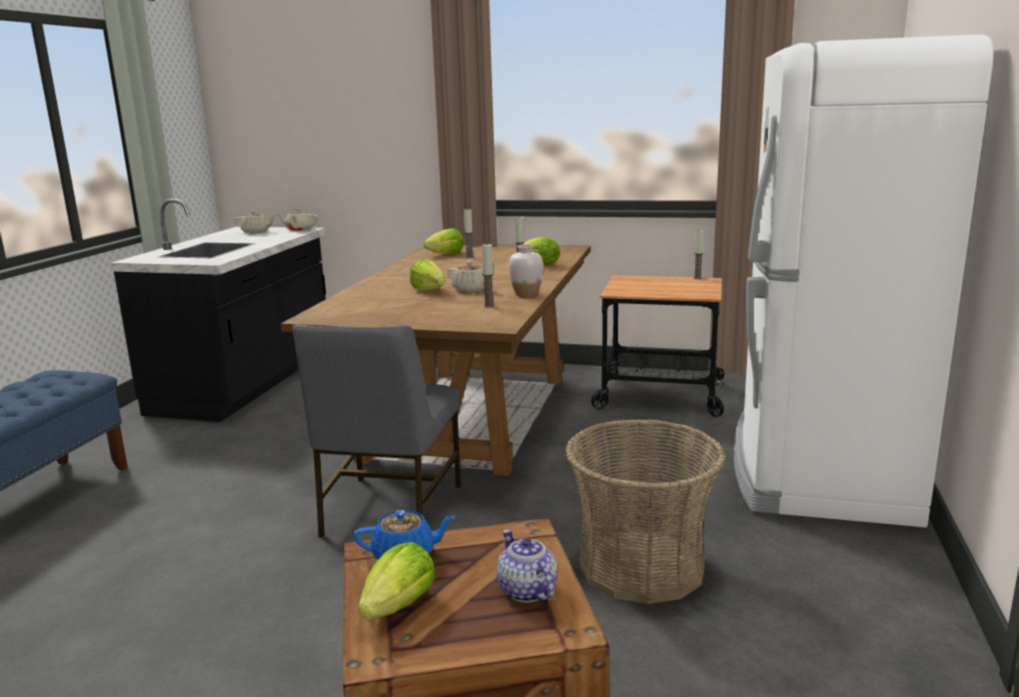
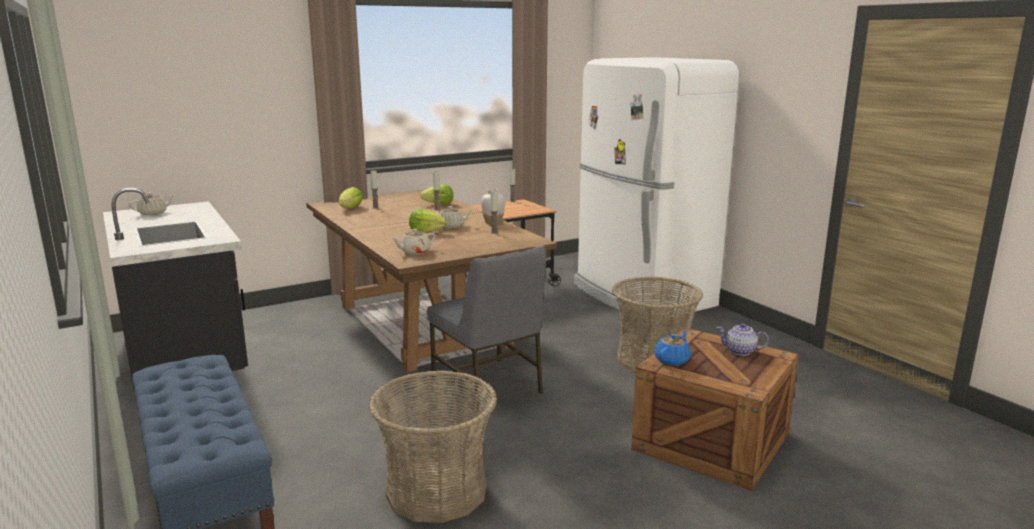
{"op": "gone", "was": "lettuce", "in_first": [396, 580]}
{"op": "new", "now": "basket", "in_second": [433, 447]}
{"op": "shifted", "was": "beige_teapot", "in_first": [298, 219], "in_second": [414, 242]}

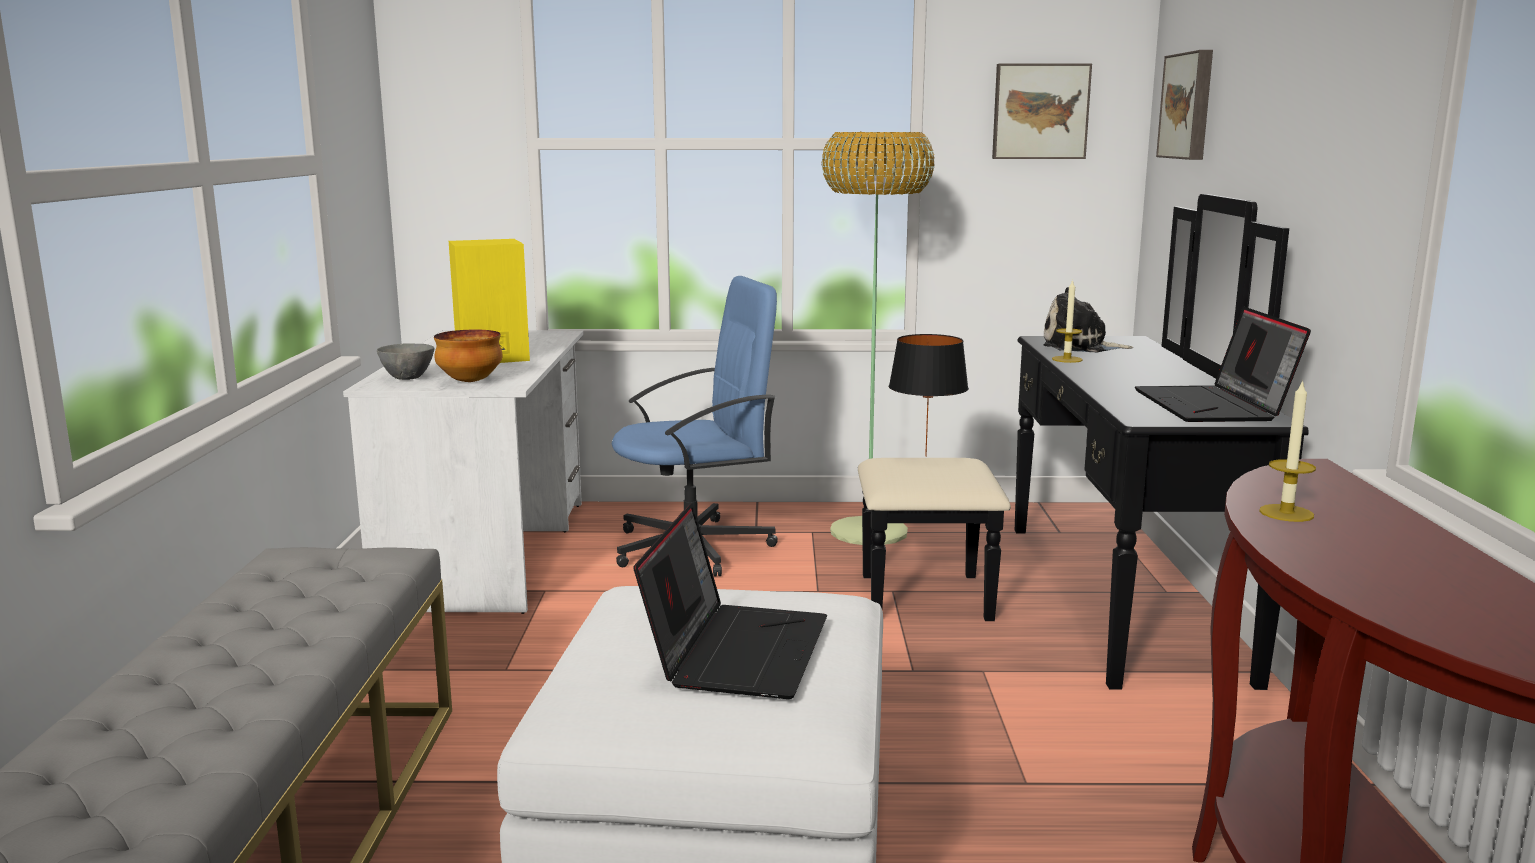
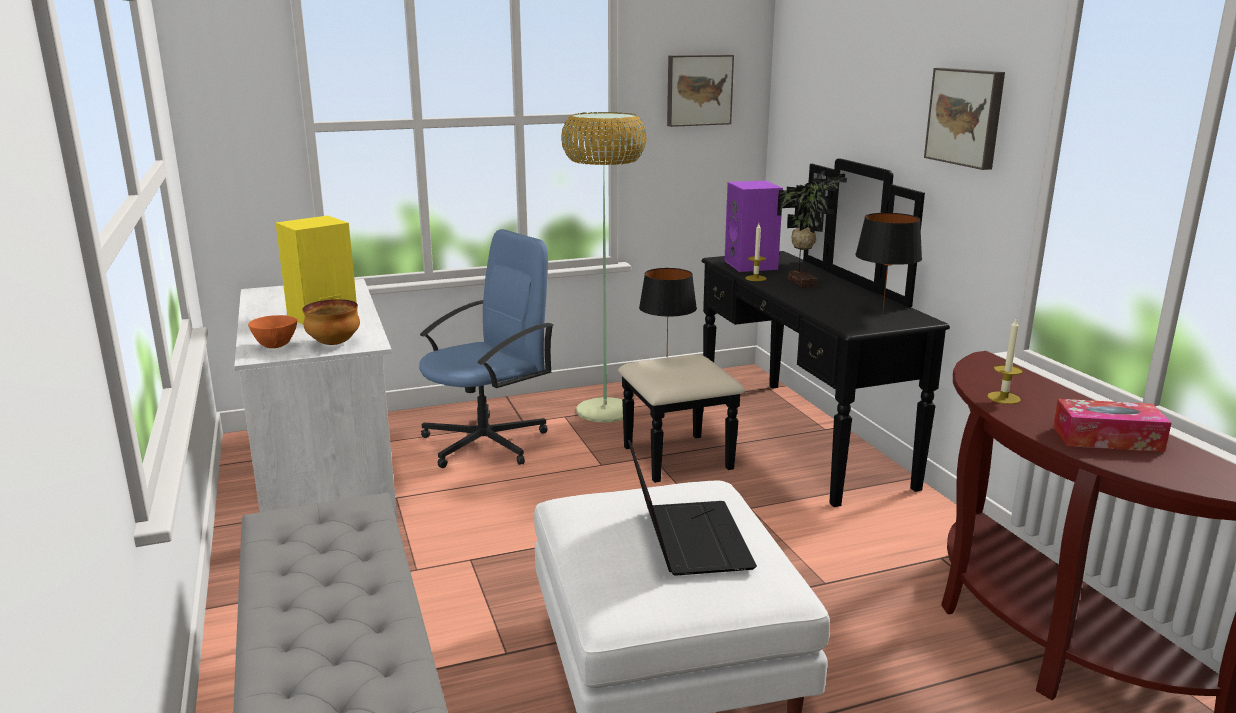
{"op": "new", "now": "potted_plant", "in_second": [812, 229]}
{"op": "new", "now": "tissue_box", "in_second": [1112, 425]}
{"op": "shifted", "was": "picture", "in_first": [1184, 105], "in_second": [964, 119]}
{"op": "swapped", "was": "plush_toy", "now": "purple_speaker", "in_first": [1088, 320], "in_second": [753, 226]}
{"op": "swapped", "was": "laptop", "now": "black_table_lamp", "in_first": [1223, 364], "in_second": [888, 263]}
{"op": "repainted", "was": "grey_bowl", "now": "orange_bowl", "in_first": [406, 361], "in_second": [272, 331]}

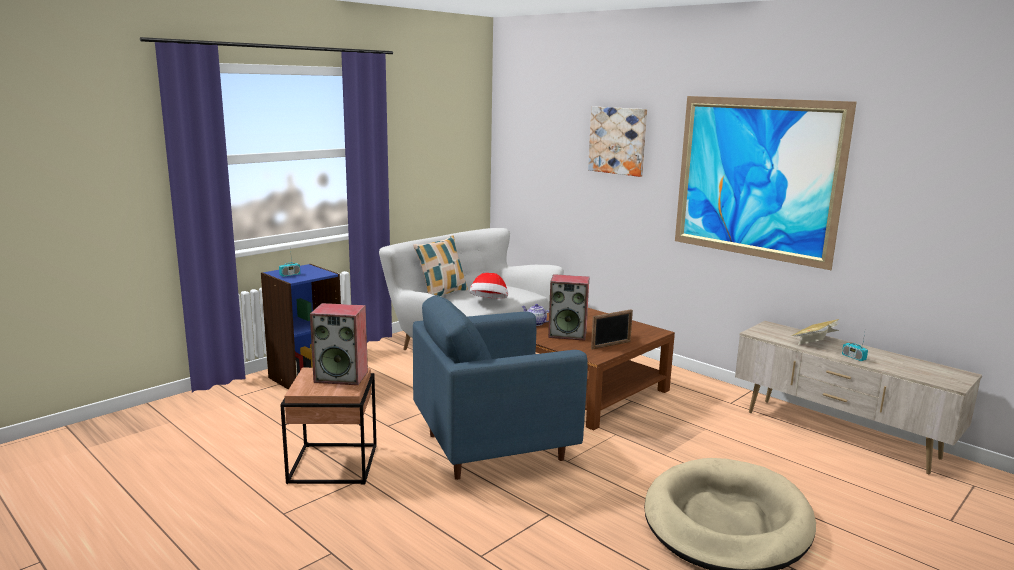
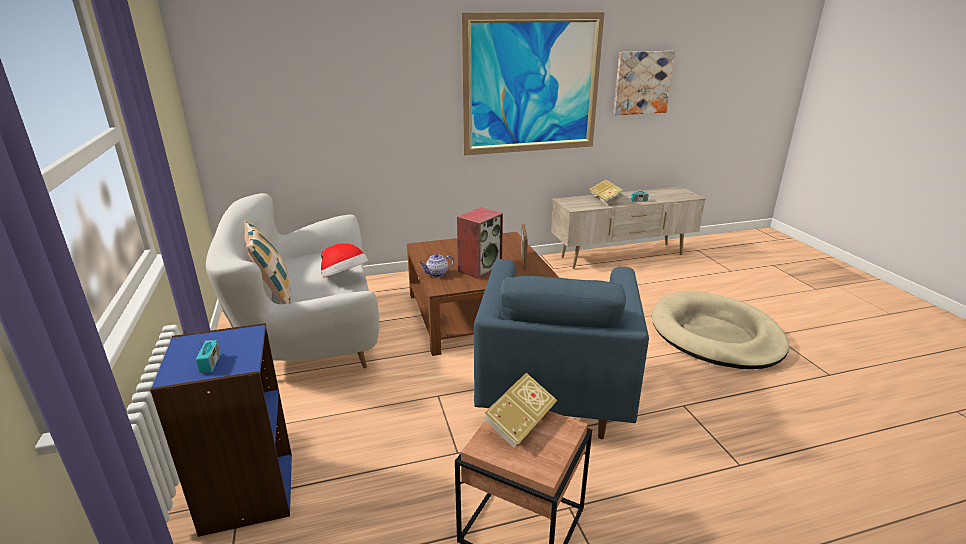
{"op": "shifted", "was": "picture", "in_first": [617, 142], "in_second": [644, 83]}
{"op": "swapped", "was": "speaker", "now": "book", "in_first": [339, 344], "in_second": [520, 410]}

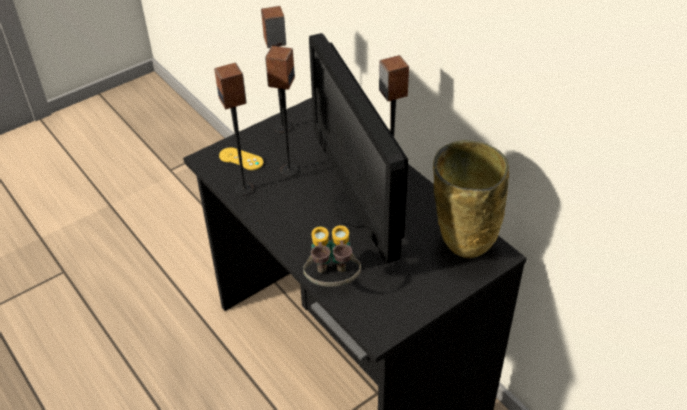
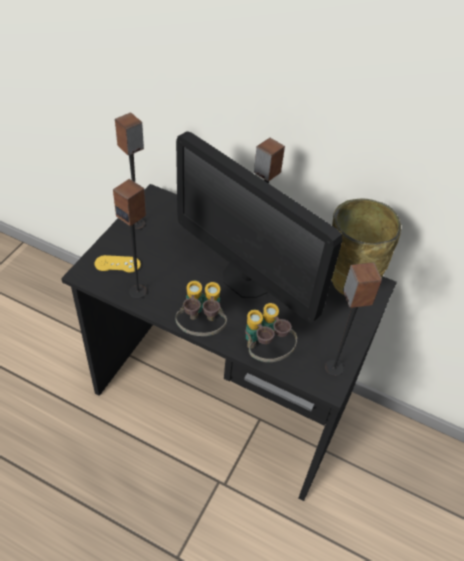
{"op": "new", "now": "binoculars", "in_second": [201, 308]}
{"op": "shifted", "was": "speaker", "in_first": [281, 111], "in_second": [353, 319]}

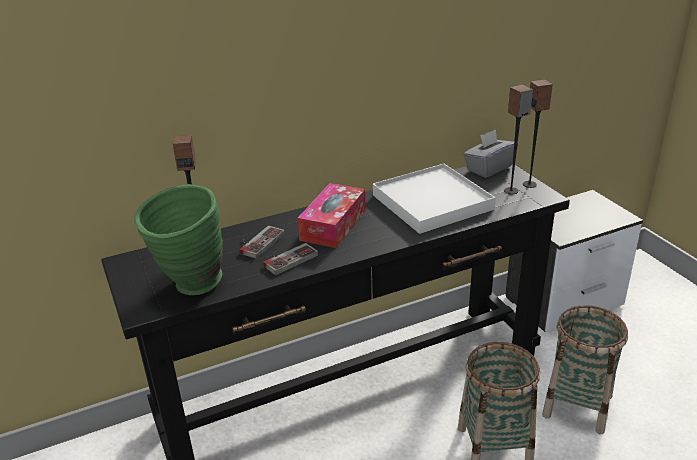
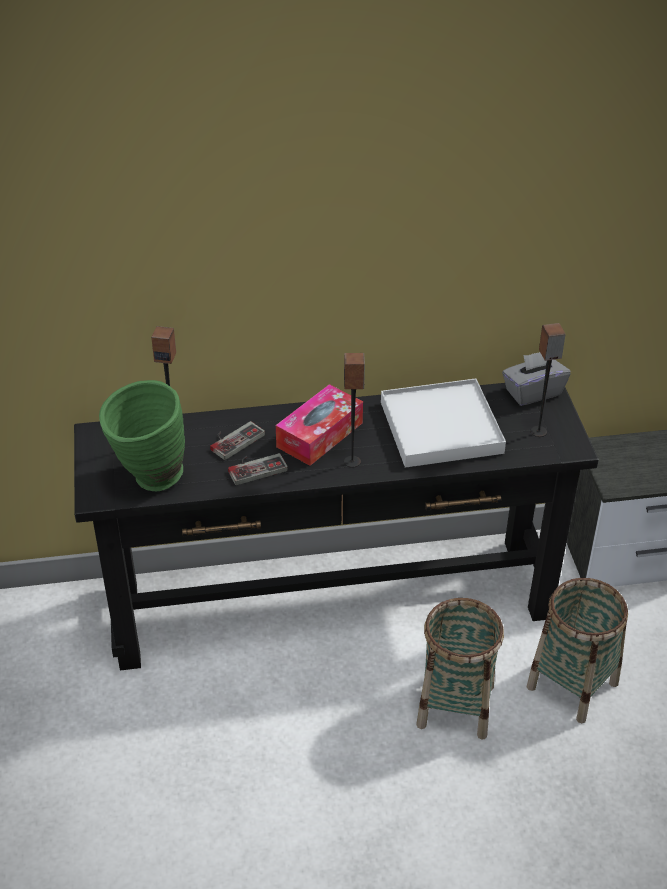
{"op": "shifted", "was": "speaker", "in_first": [538, 134], "in_second": [354, 410]}

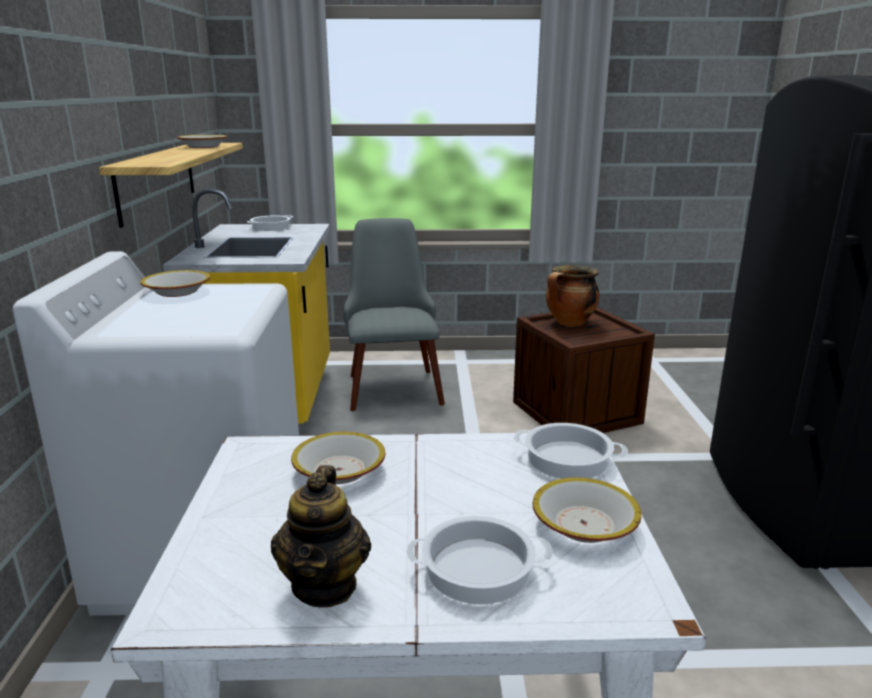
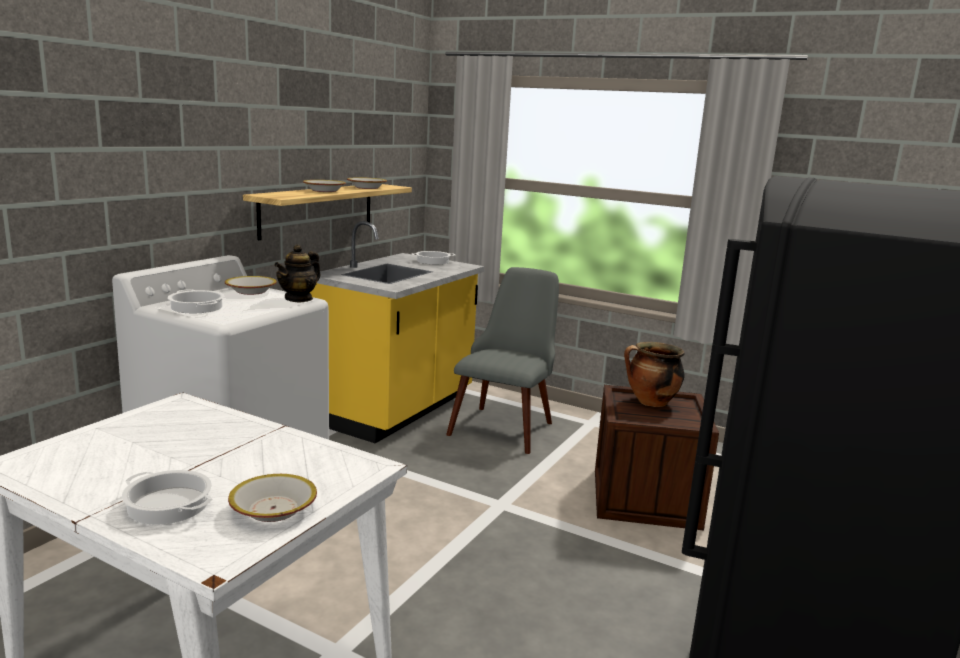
{"op": "shifted", "was": "teapot", "in_first": [321, 536], "in_second": [297, 273]}
{"op": "shifted", "was": "bowl", "in_first": [338, 458], "in_second": [324, 186]}
{"op": "shifted", "was": "cooking_pot", "in_first": [571, 451], "in_second": [196, 301]}

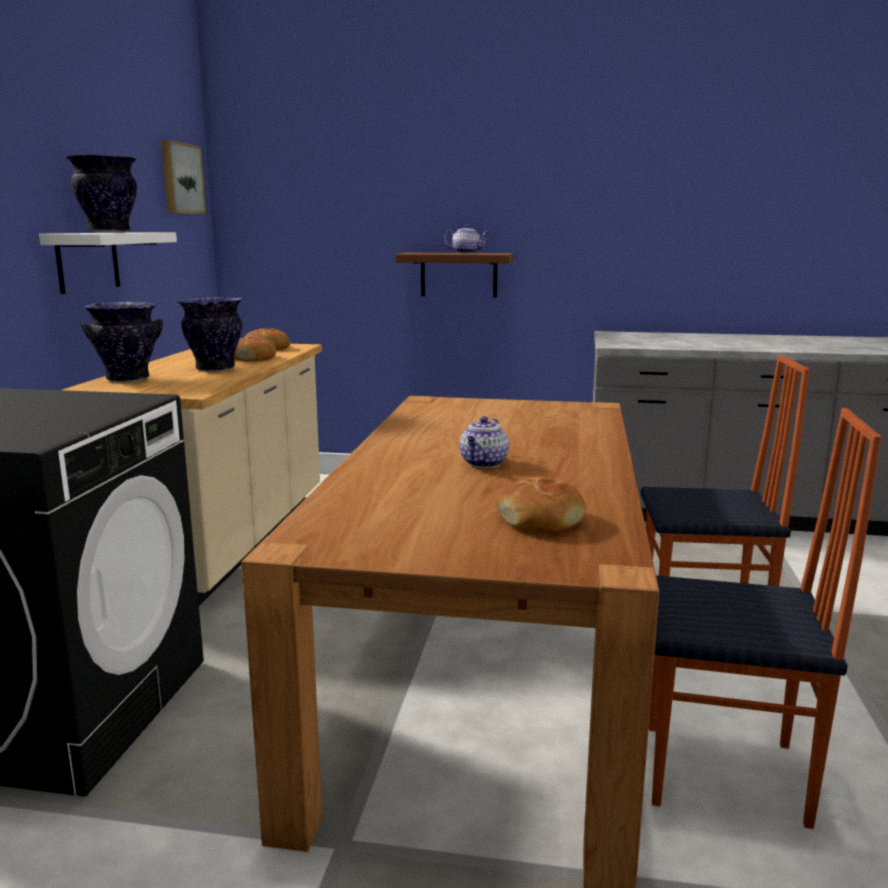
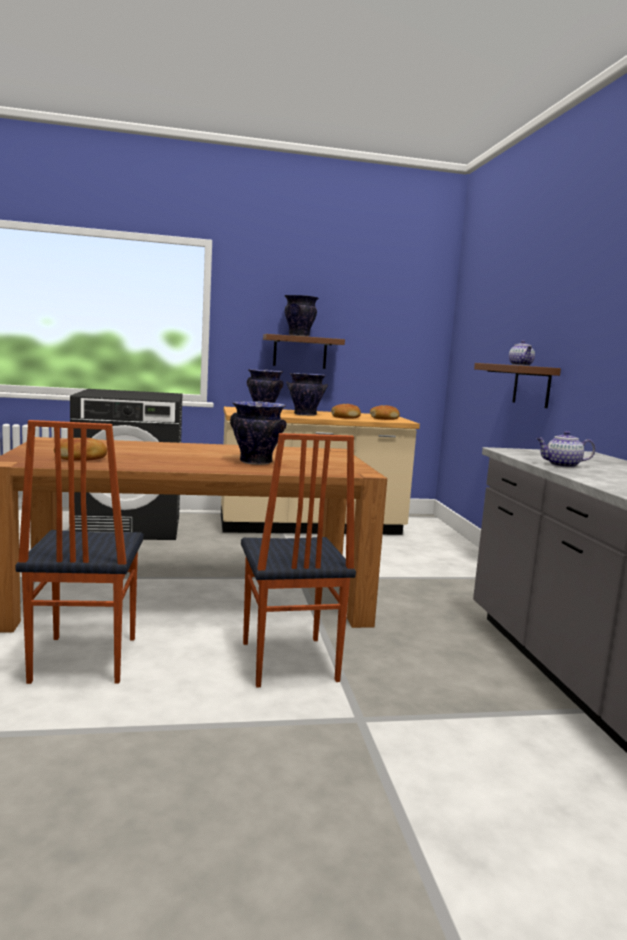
{"op": "gone", "was": "picture", "in_first": [183, 177]}
{"op": "new", "now": "vase", "in_second": [258, 433]}
{"op": "shifted", "was": "teapot", "in_first": [484, 442], "in_second": [566, 449]}
{"op": "repainted", "was": "white_shelf", "now": "brown_shelf", "in_first": [108, 263], "in_second": [304, 351]}

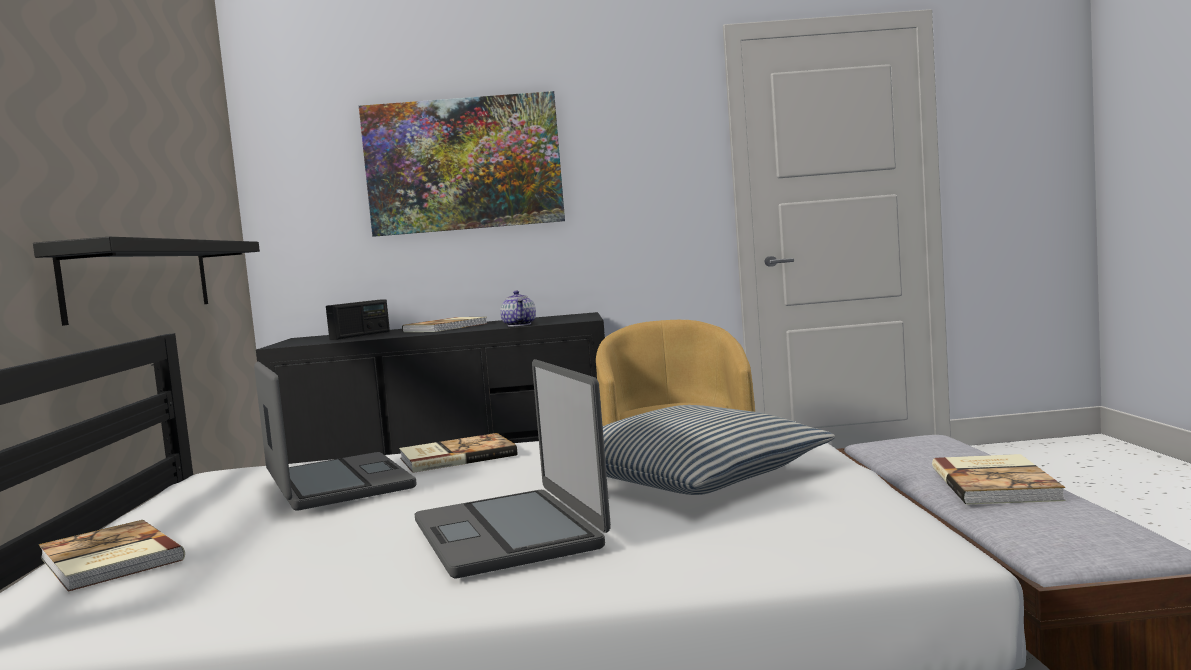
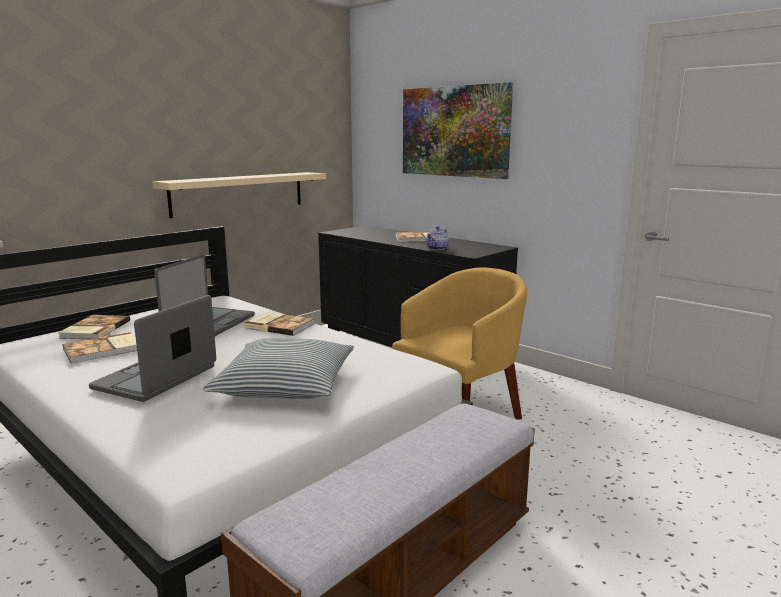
{"op": "gone", "was": "radio", "in_first": [358, 319]}
{"op": "shifted", "was": "book", "in_first": [999, 479], "in_second": [100, 348]}
{"op": "repainted", "was": "black_shelf", "now": "beige_shelf", "in_first": [146, 281], "in_second": [239, 195]}

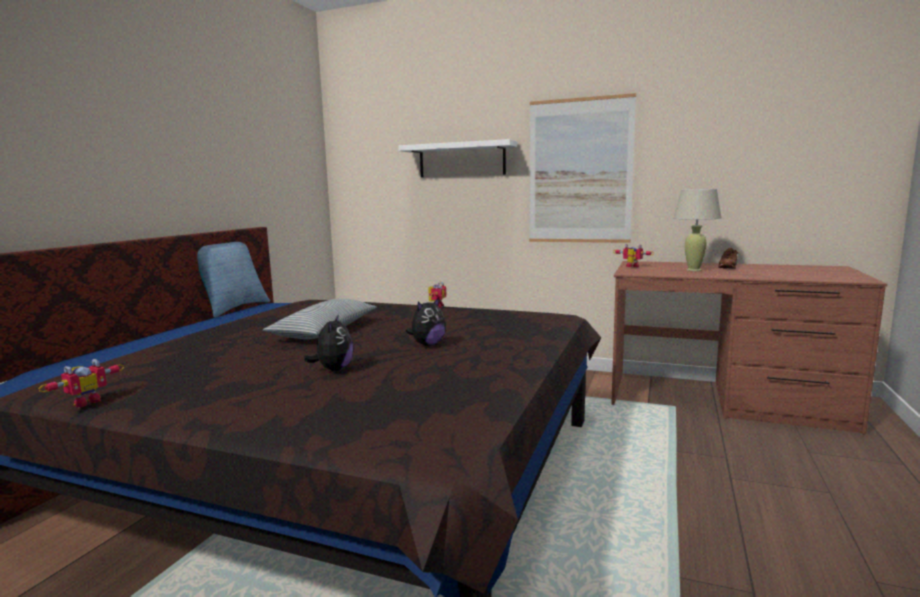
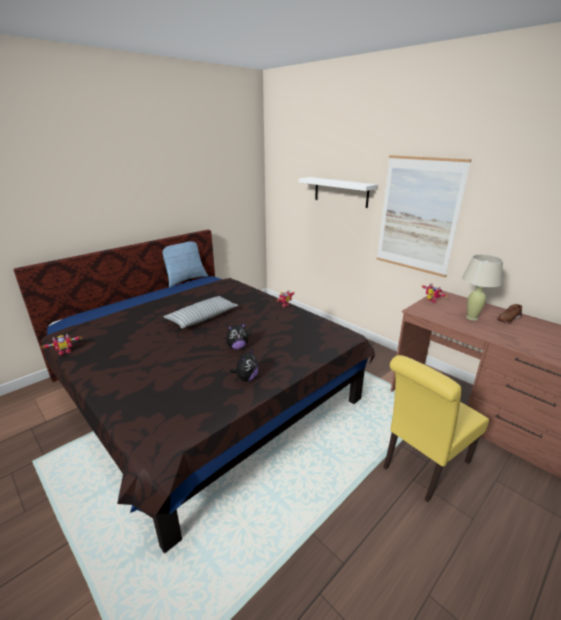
{"op": "new", "now": "yellow_chair", "in_second": [436, 428]}
{"op": "shifted", "was": "plush_toy", "in_first": [328, 342], "in_second": [244, 365]}

